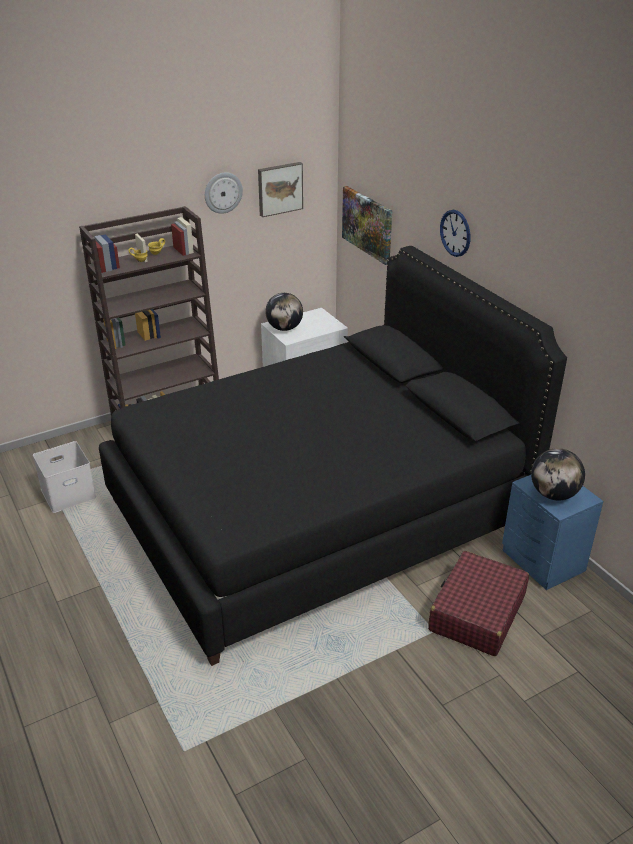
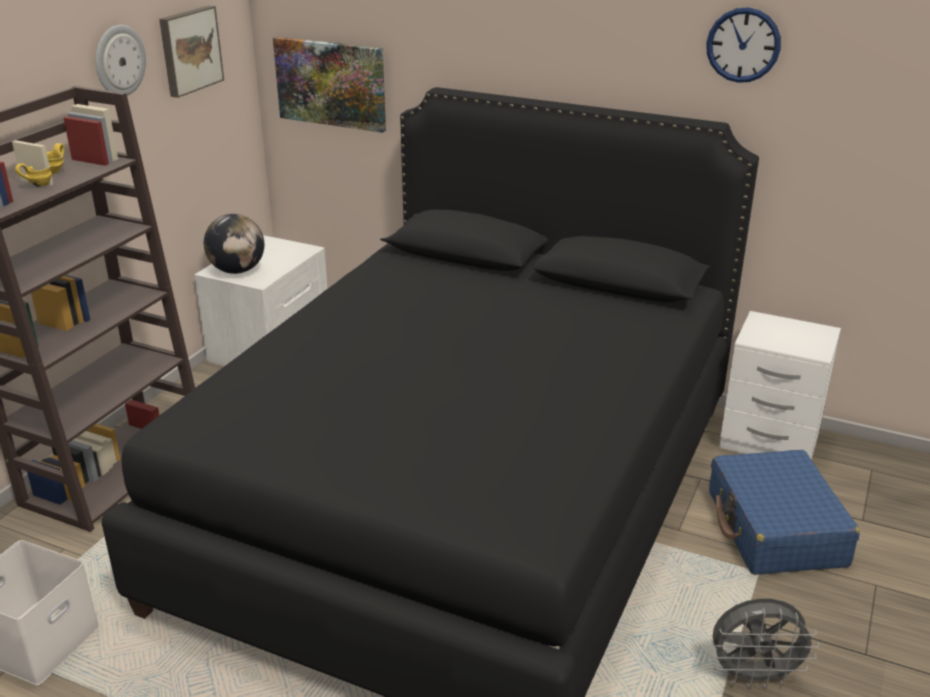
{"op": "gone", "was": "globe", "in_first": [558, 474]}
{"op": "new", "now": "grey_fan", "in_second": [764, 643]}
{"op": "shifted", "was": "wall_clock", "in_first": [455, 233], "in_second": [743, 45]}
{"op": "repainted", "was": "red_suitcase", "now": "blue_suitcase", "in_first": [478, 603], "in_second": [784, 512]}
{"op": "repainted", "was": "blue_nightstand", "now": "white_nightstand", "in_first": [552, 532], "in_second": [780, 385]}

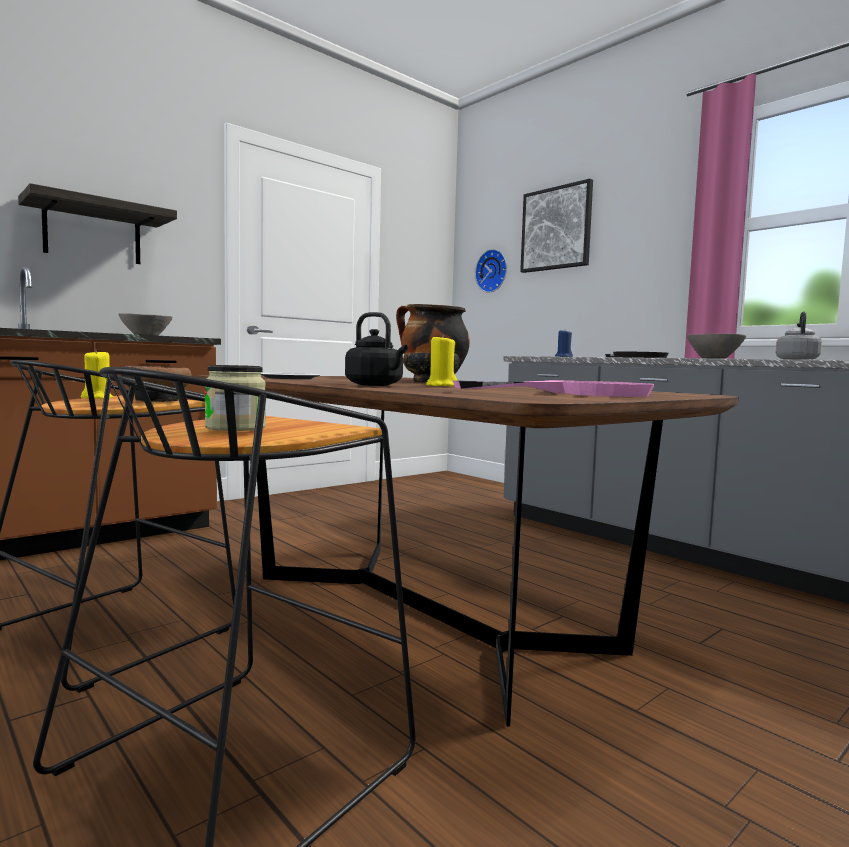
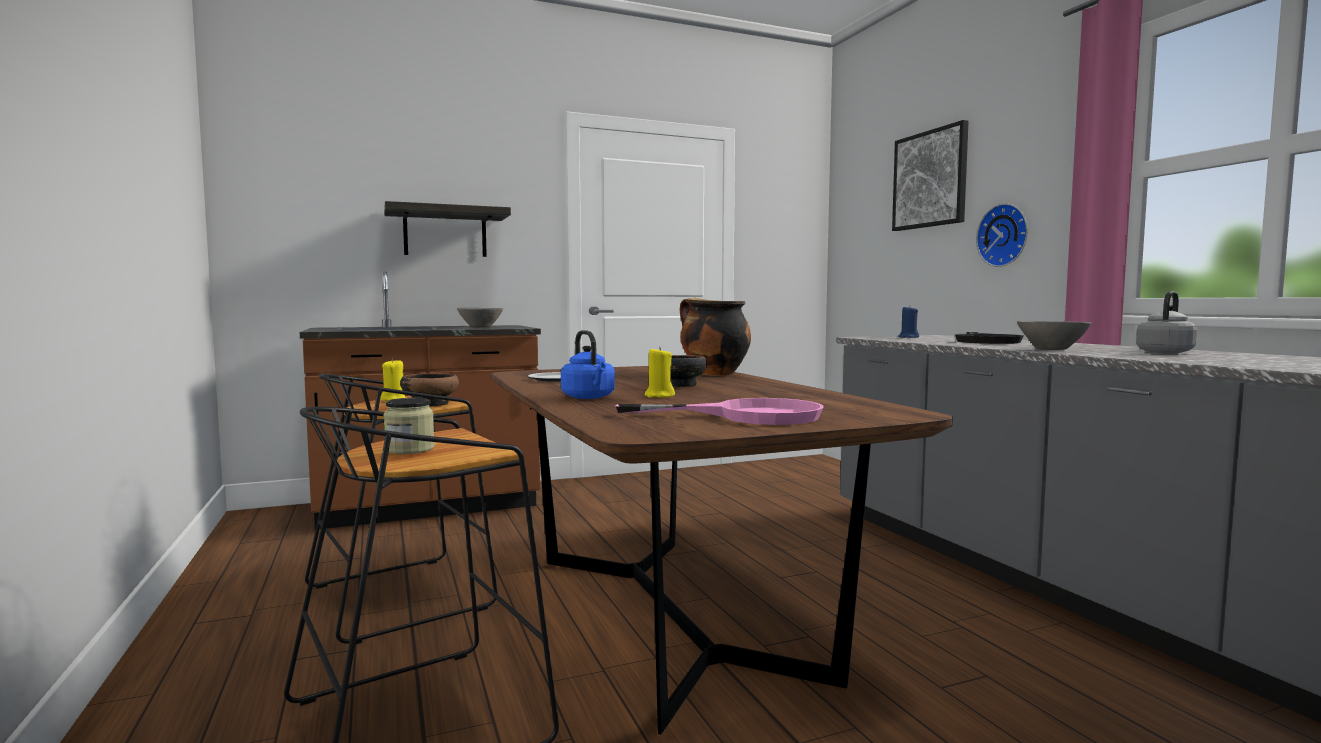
{"op": "shifted", "was": "wall_clock", "in_first": [491, 271], "in_second": [1002, 235]}
{"op": "repainted", "was": "black_kettle", "now": "blue_kettle", "in_first": [376, 349], "in_second": [588, 364]}

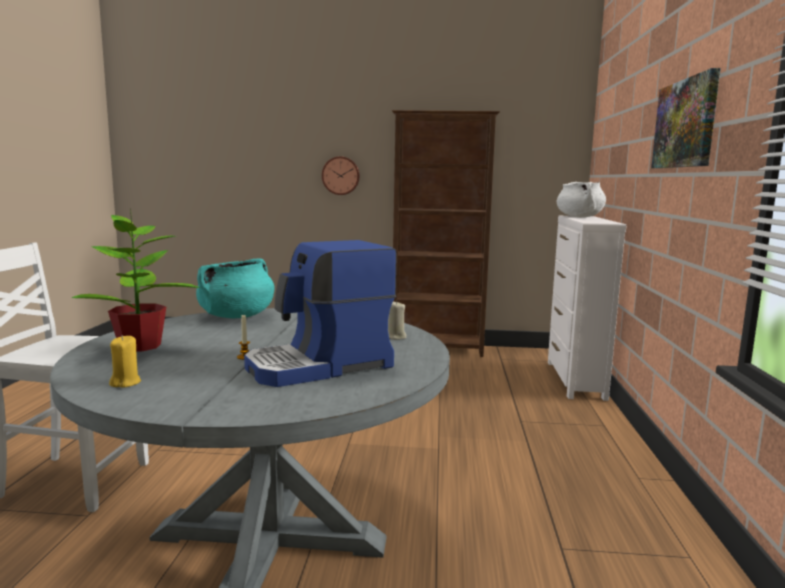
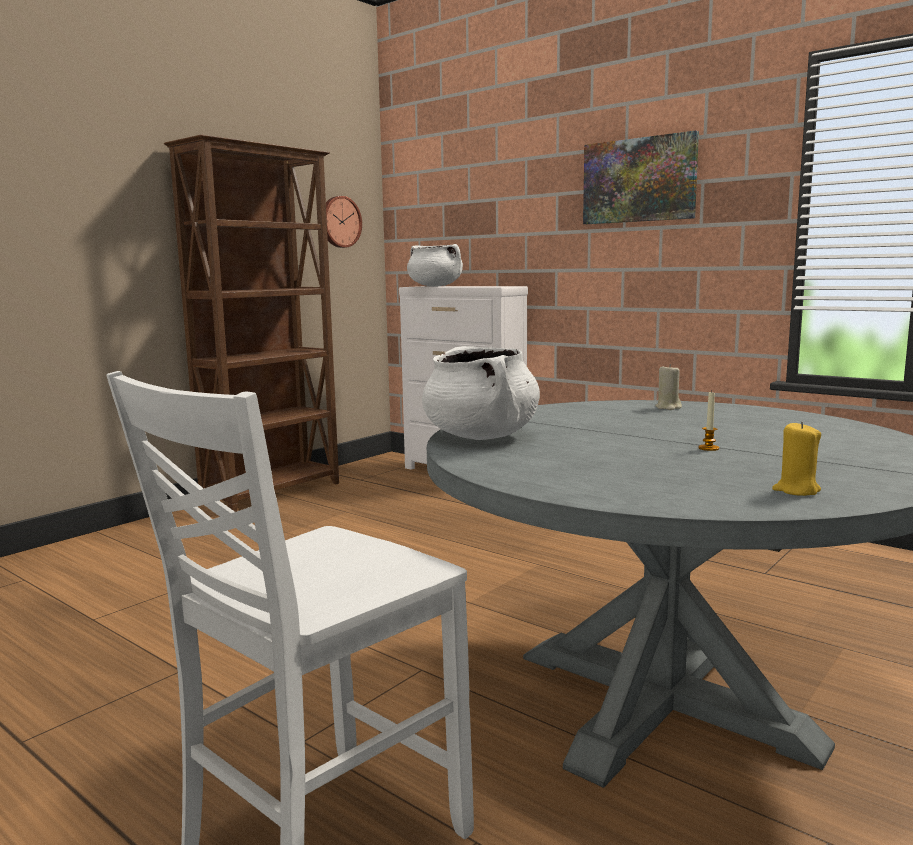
{"op": "gone", "was": "potted_plant", "in_first": [136, 280]}
{"op": "gone", "was": "coffee_machine", "in_first": [320, 313]}
{"op": "shifted", "was": "wall_clock", "in_first": [341, 175], "in_second": [344, 222]}
{"op": "repainted", "was": "turquoise_cooking_pot", "now": "white_cooking_pot", "in_first": [235, 288], "in_second": [481, 393]}

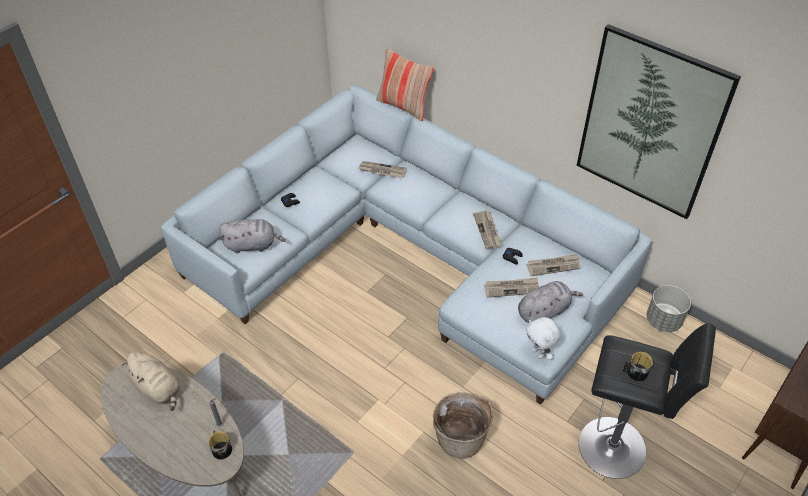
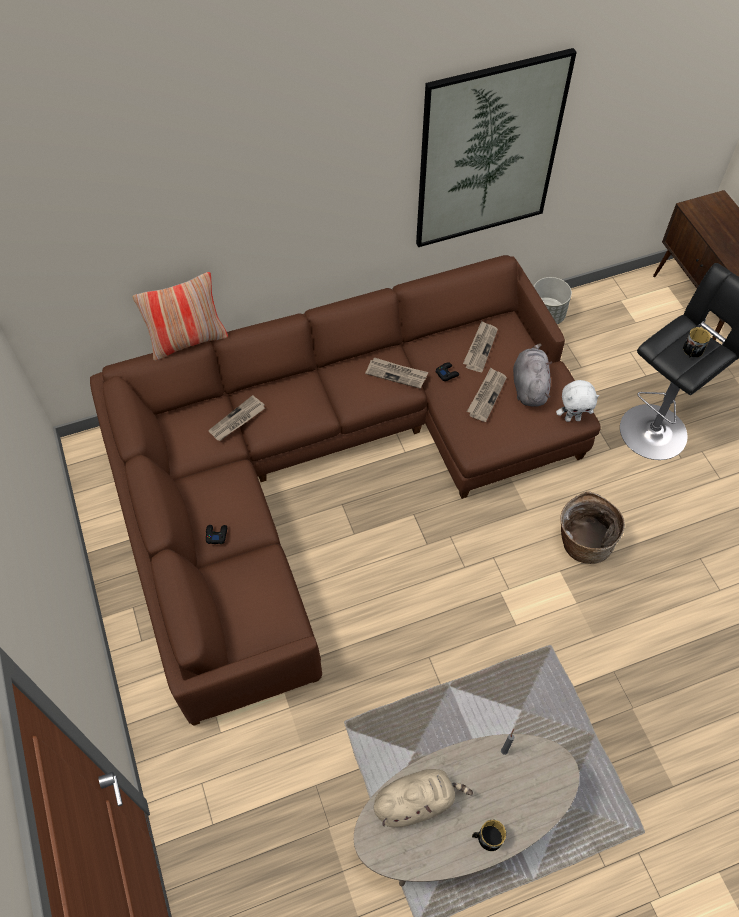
{"op": "gone", "was": "grey_plush_toy", "in_first": [252, 236]}
{"op": "shifted", "was": "mug", "in_first": [220, 445], "in_second": [489, 835]}
{"op": "repainted", "was": "grey_sofa", "now": "brown_sofa", "in_first": [406, 245], "in_second": [345, 490]}

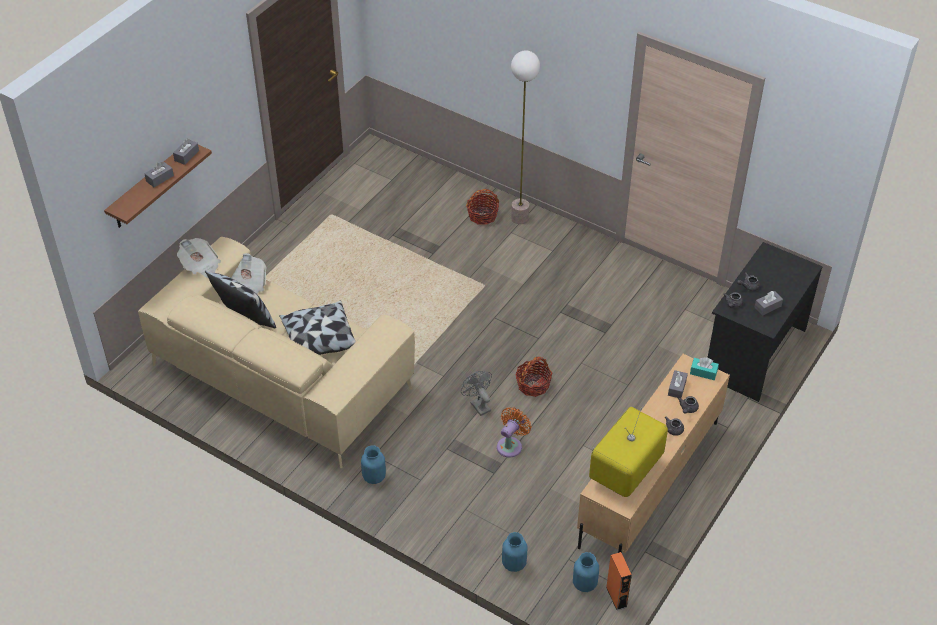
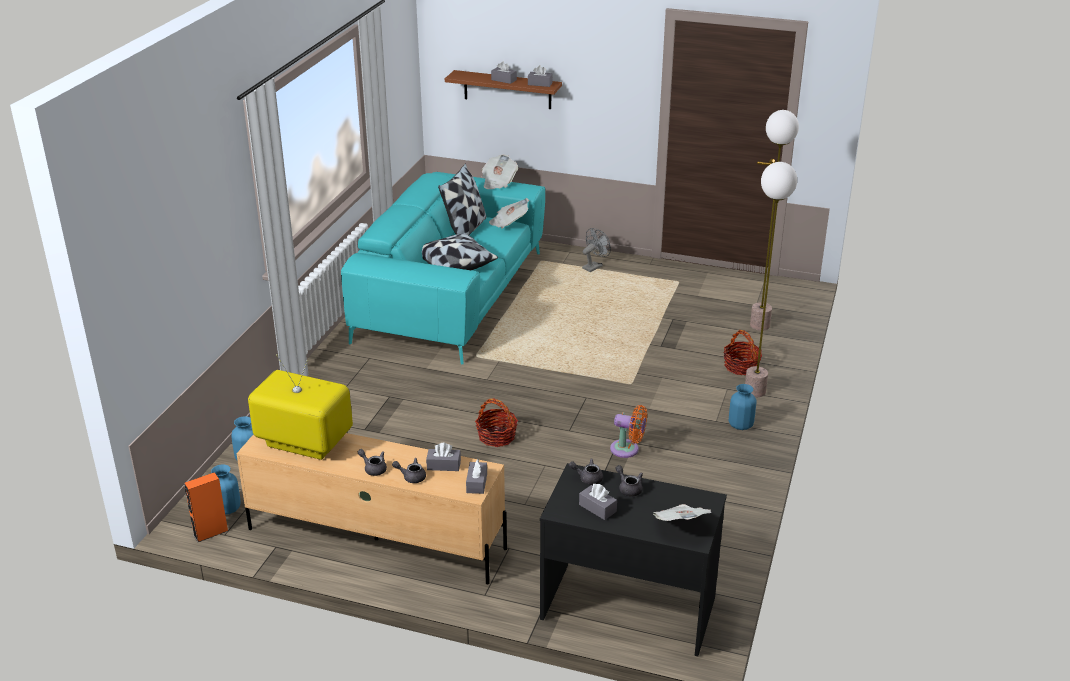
{"op": "new", "now": "newspaper", "in_second": [682, 512]}
{"op": "new", "now": "floor_lamp", "in_second": [774, 220]}
{"op": "shifted", "was": "blue_vase", "in_first": [373, 464], "in_second": [743, 407]}
{"op": "shifted", "was": "grey_fan", "in_first": [476, 393], "in_second": [596, 250]}
{"op": "shifted", "was": "orange_fan", "in_first": [514, 432], "in_second": [628, 431]}
{"op": "repainted", "was": "beige_sofa", "now": "turquoise_sofa", "in_first": [276, 352], "in_second": [443, 268]}
{"op": "repainted", "was": "turquoise_tissue_box", "now": "grey_tissue_box", "in_first": [704, 368], "in_second": [476, 476]}

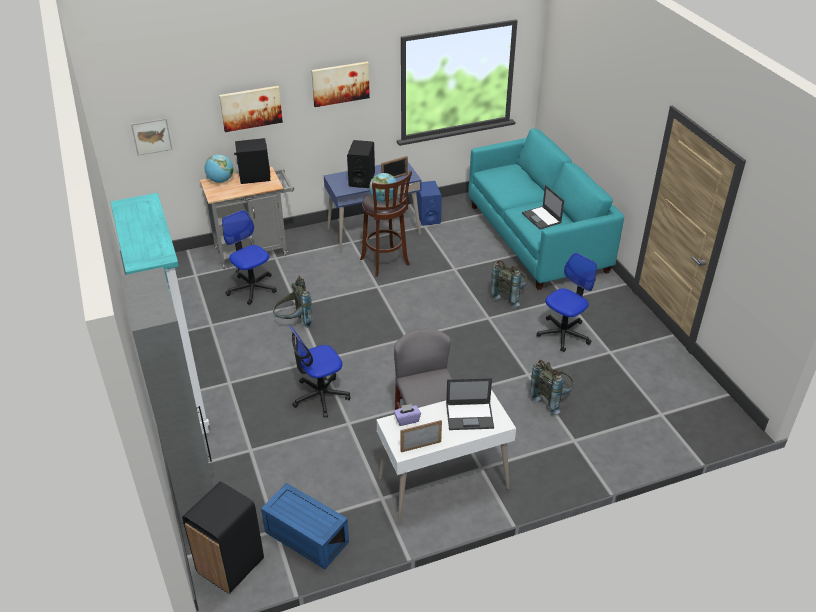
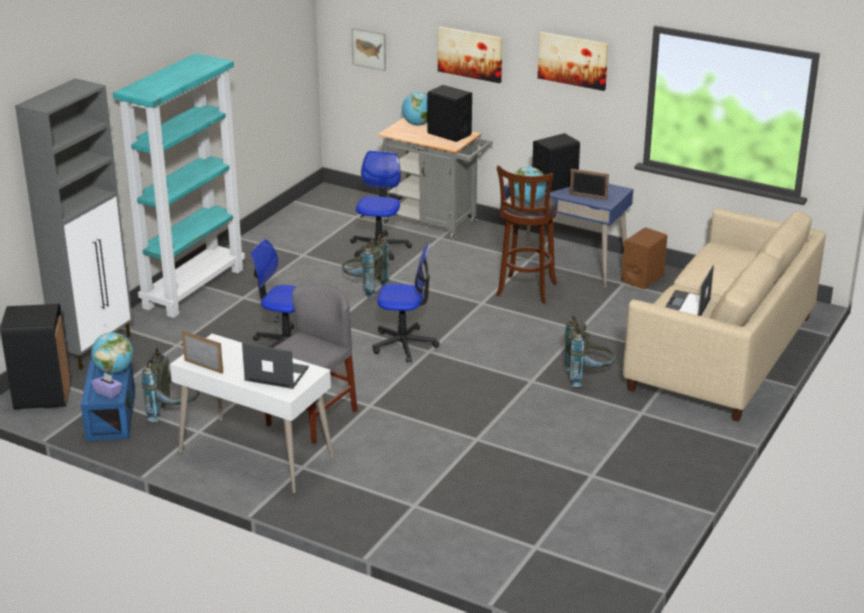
{"op": "new", "now": "globe", "in_second": [112, 353]}
{"op": "shifted", "was": "purple_tissue_box", "in_first": [407, 415], "in_second": [107, 385]}
{"op": "shifted", "was": "grey_backpack", "in_first": [552, 387], "in_second": [171, 385]}
{"op": "shifted", "was": "office_chair", "in_first": [567, 302], "in_second": [406, 303]}
{"op": "repainted", "was": "blue_speaker", "now": "brown_speaker", "in_first": [429, 203], "in_second": [644, 258]}
{"op": "repainted", "was": "turquoise_sofa", "now": "beige_sofa", "in_first": [546, 209], "in_second": [724, 315]}
{"op": "rotated", "was": "laptop", "in_first": [470, 404], "in_second": [275, 366], "clockwise": 150}

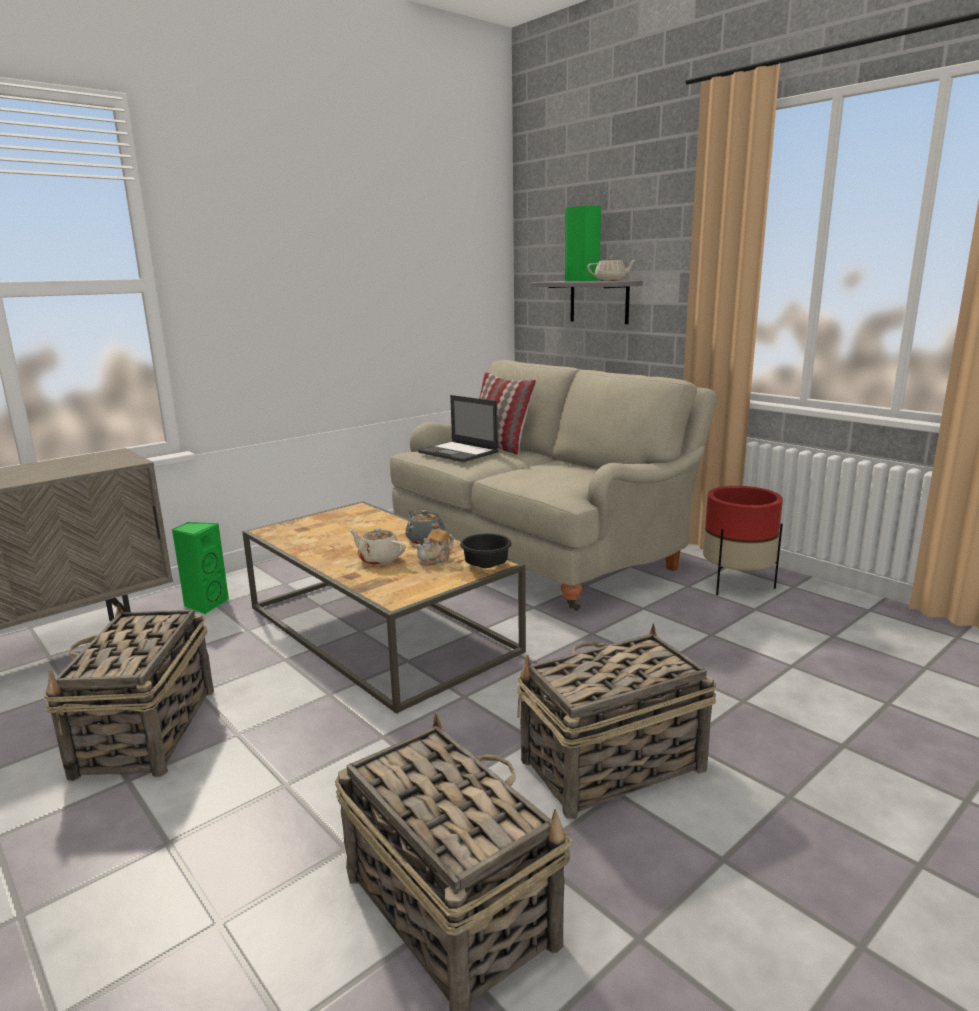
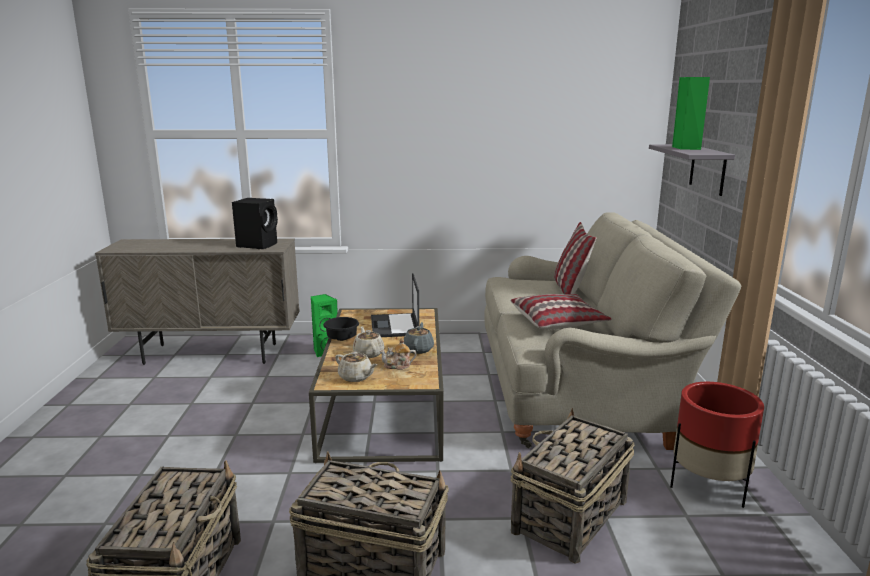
{"op": "new", "now": "black_speaker", "in_second": [255, 223]}
{"op": "new", "now": "pillow", "in_second": [560, 312]}
{"op": "shifted", "was": "basket", "in_first": [129, 692], "in_second": [573, 486]}
{"op": "shifted", "was": "laptop", "in_first": [458, 428], "in_second": [395, 305]}
{"op": "shifted", "was": "black_bowl", "in_first": [486, 551], "in_second": [341, 329]}
{"op": "shifted", "was": "beige_teapot", "in_first": [612, 268], "in_second": [356, 366]}

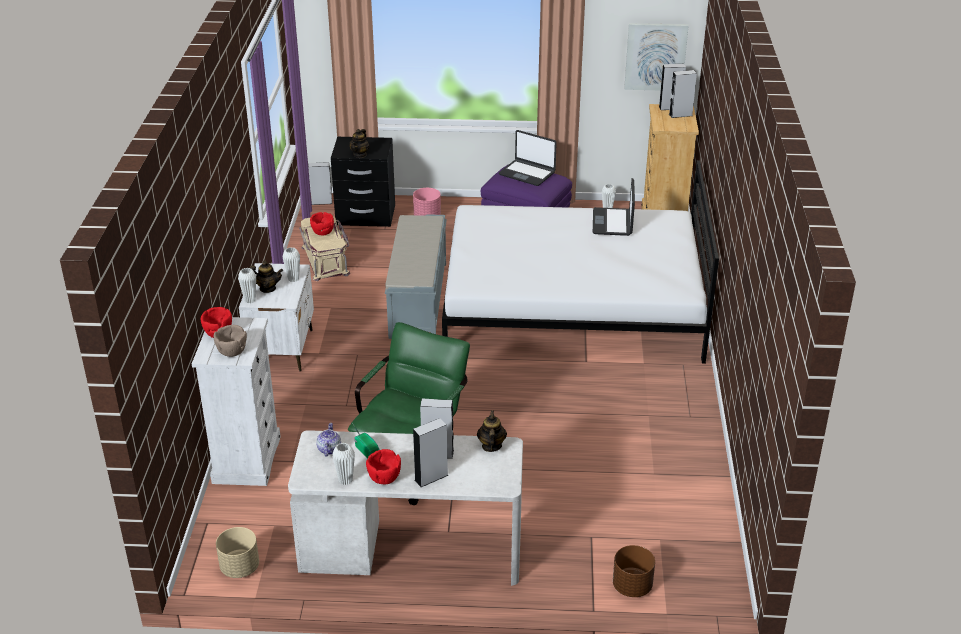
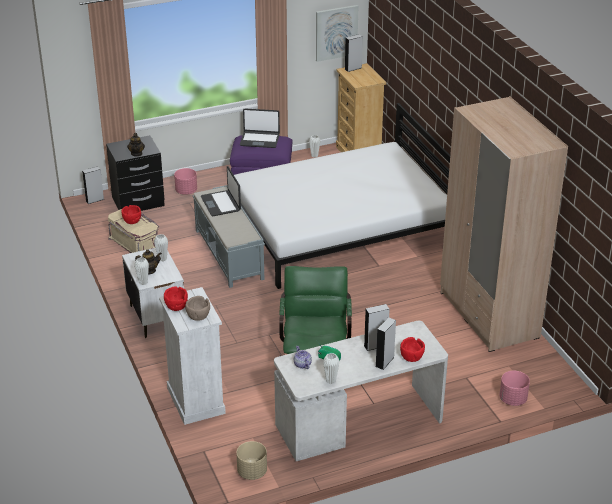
{"op": "gone", "was": "teapot", "in_first": [492, 431]}
{"op": "gone", "was": "grey_speaker", "in_first": [683, 94]}
{"op": "new", "now": "beige_wardrobe", "in_second": [504, 224]}
{"op": "shifted", "was": "red_bowl", "in_first": [383, 467], "in_second": [412, 349]}
{"op": "shifted", "was": "laptop", "in_first": [614, 207], "in_second": [221, 191]}
{"op": "repainted", "was": "brown_planter", "now": "pink_planter", "in_first": [634, 571], "in_second": [514, 388]}

